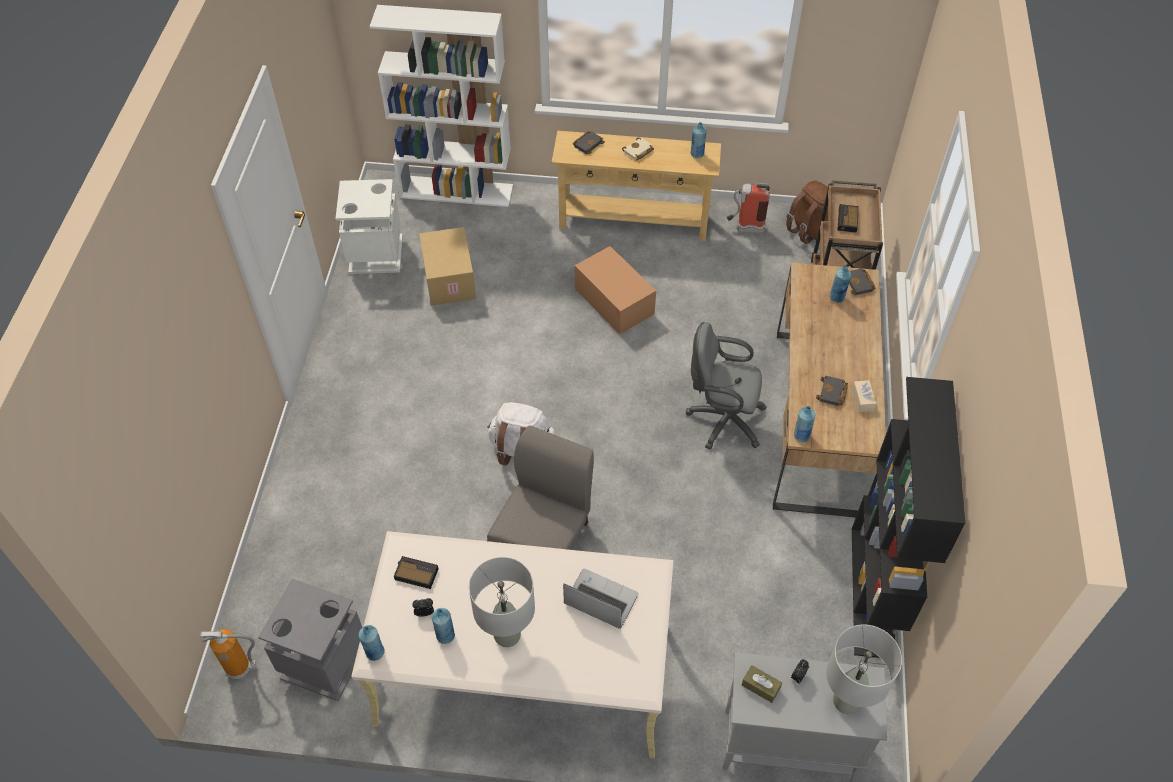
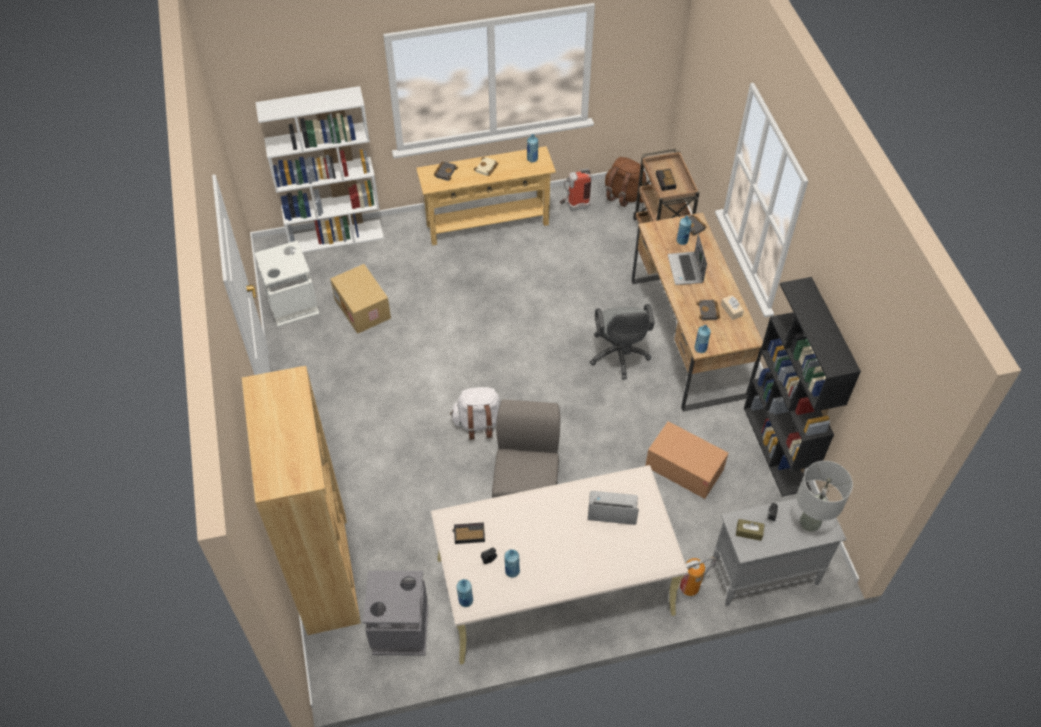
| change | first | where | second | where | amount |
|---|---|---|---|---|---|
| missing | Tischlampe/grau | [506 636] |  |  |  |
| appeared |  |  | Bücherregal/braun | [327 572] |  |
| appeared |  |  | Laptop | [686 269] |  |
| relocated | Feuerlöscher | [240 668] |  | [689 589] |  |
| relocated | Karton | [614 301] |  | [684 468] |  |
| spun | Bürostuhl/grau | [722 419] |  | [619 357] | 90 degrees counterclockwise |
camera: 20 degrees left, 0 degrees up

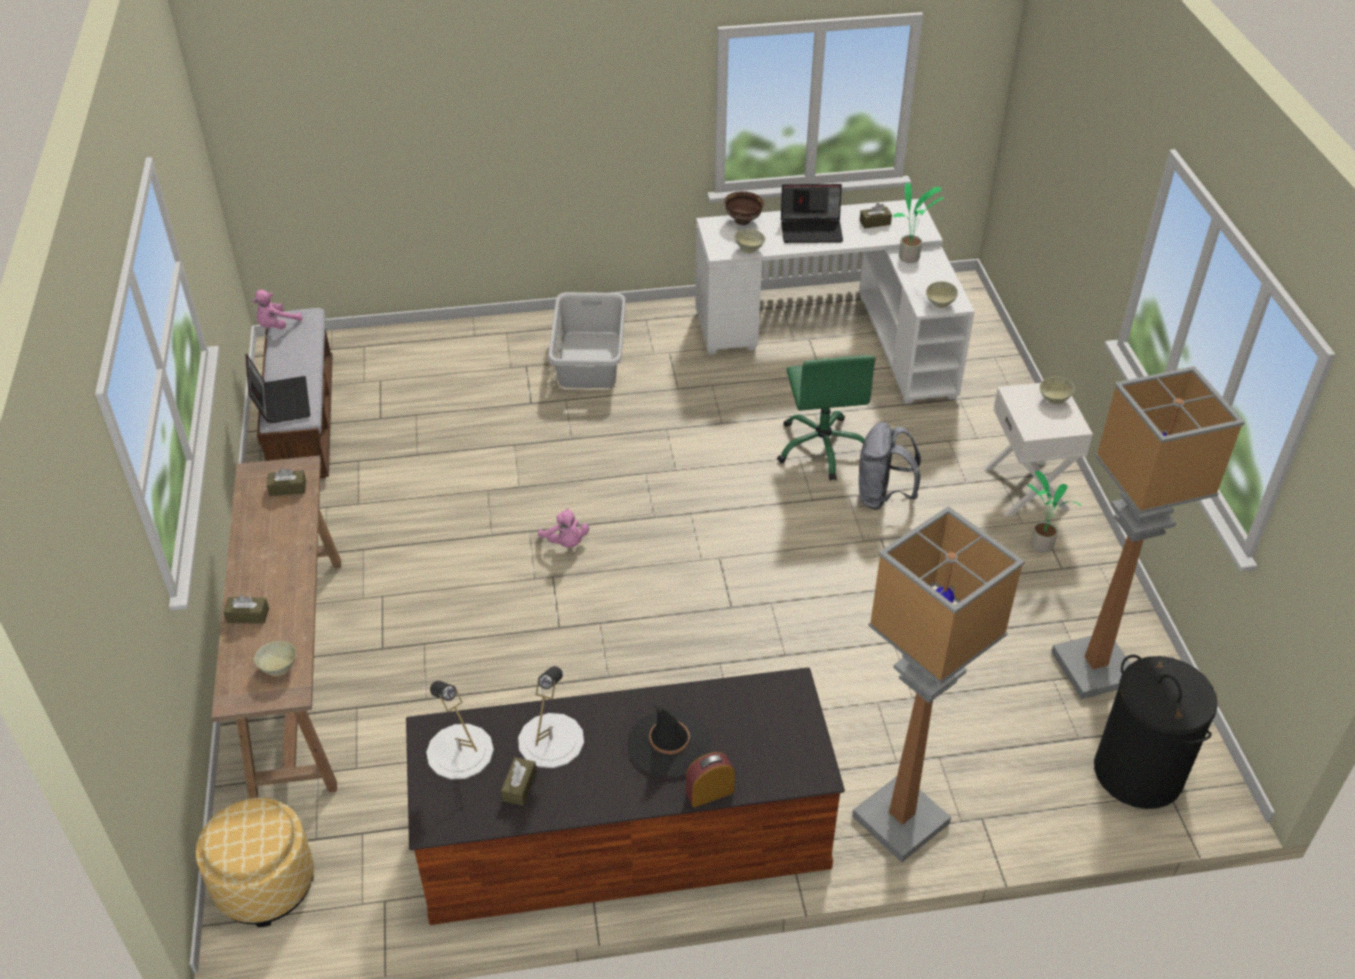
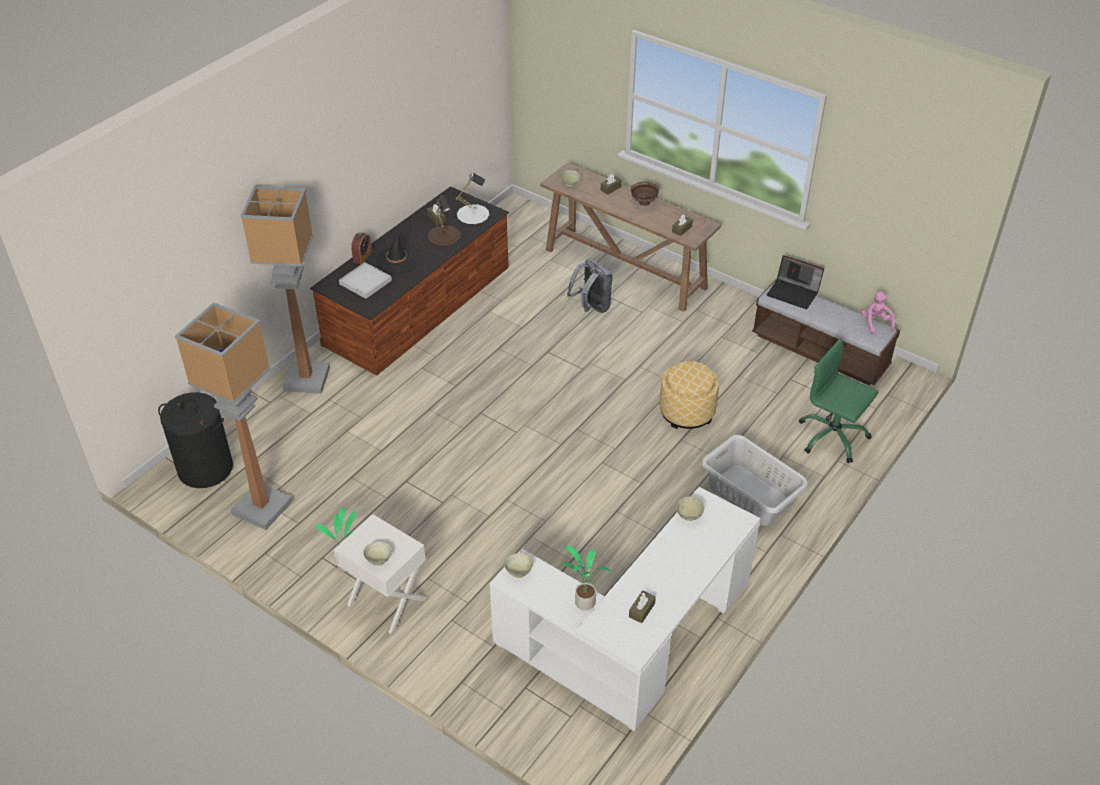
| change | first | where | second | where | amount |
|---|---|---|---|---|---|
| missing | Plüschtier/rosa | [565 543] |  |  |  |
| missing | Laptop | [812 229] |  |  |  |
| appeared |  |  | Tablett/weiß | [365 282] |  |
| relocated | Polsterhocker | [265 884] |  | [687 412] |  |
| relocated | Schüssel/braun | [743 221] |  | [644 203] |  |
| relocated | Bürostuhl/grün | [822 447] |  | [832 437] |  |
| relocated | Rucksack/grau | [883 496] |  | [591 307] |  |
| colour | Tischlampe/weiß | [551 740] | Tischlampe/braun | [444 236] |  |
camera: 135 degrees right, 0 degrees up

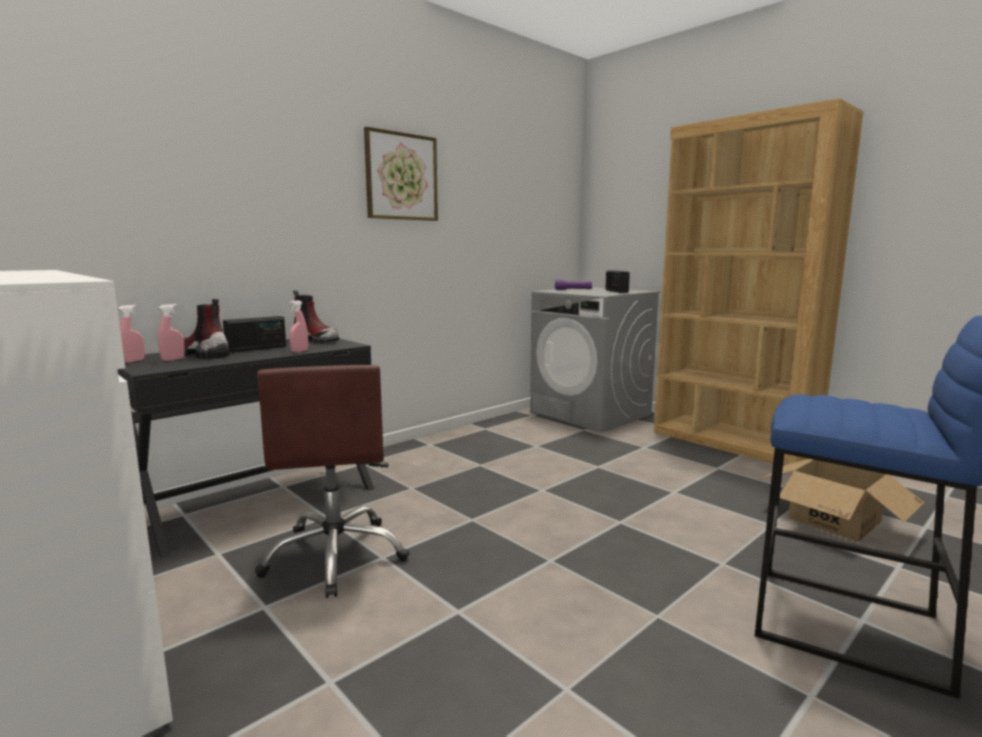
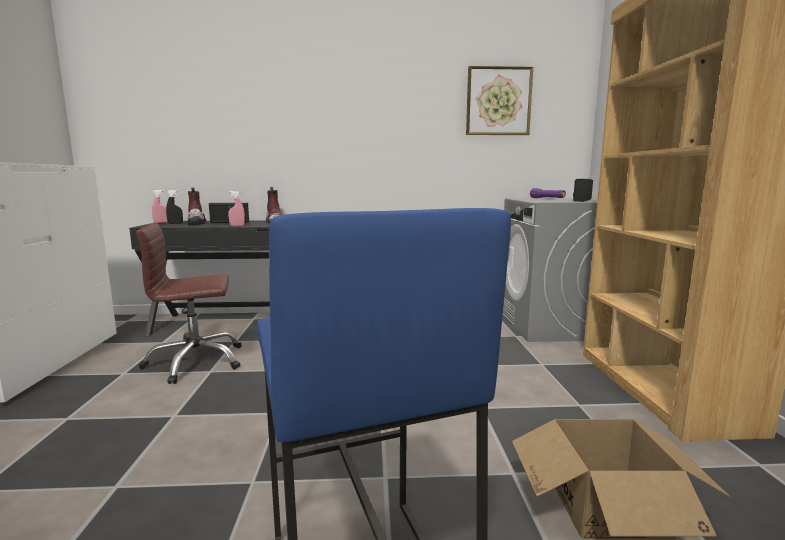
| change | first | where | second | where | amount |
|---|---|---|---|---|---|
| relocated | Bild | [401 177] |  | [498 101] |  |
| colour | Sprühflasche/rosa | [173 359] | Sprühflasche/schwarz | [175 223] |  |
| spun | Bürostuhl/braun | [336 556] |  | [195 362] | 45 degrees clockwise |
camera: 40 degrees right, 0 degrees up

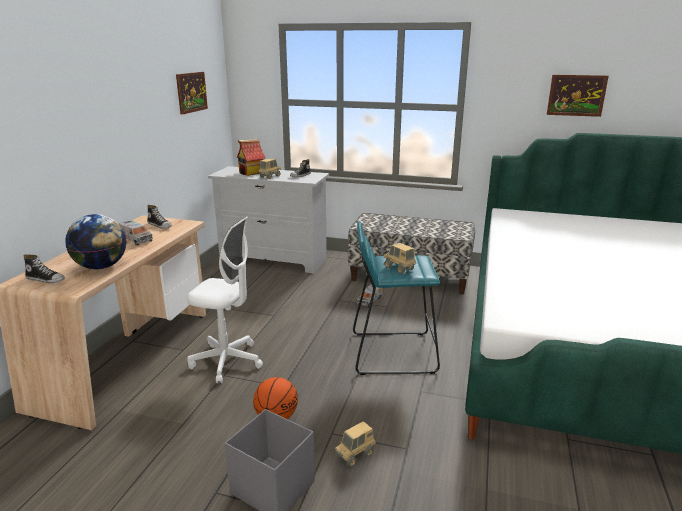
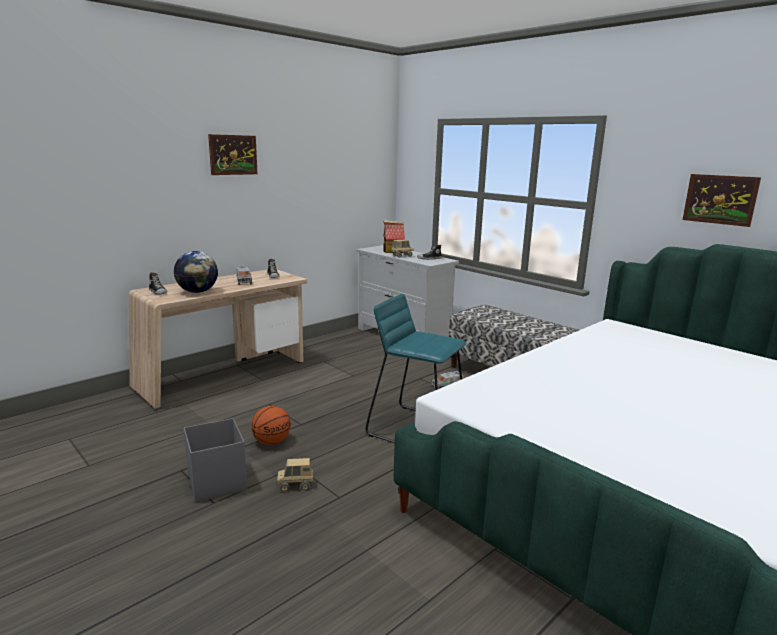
| change | first | where | second | where | amount |
|---|---|---|---|---|---|
| missing | Bürostuhl/weiß | [227 361] |  |  |  |
| missing | Spielzeuglaster | [399 268] |  |  |  |
| relocated | Bild | [191 92] |  | [233 155] |  |
camera: 30 degrees right, 5 degrees down

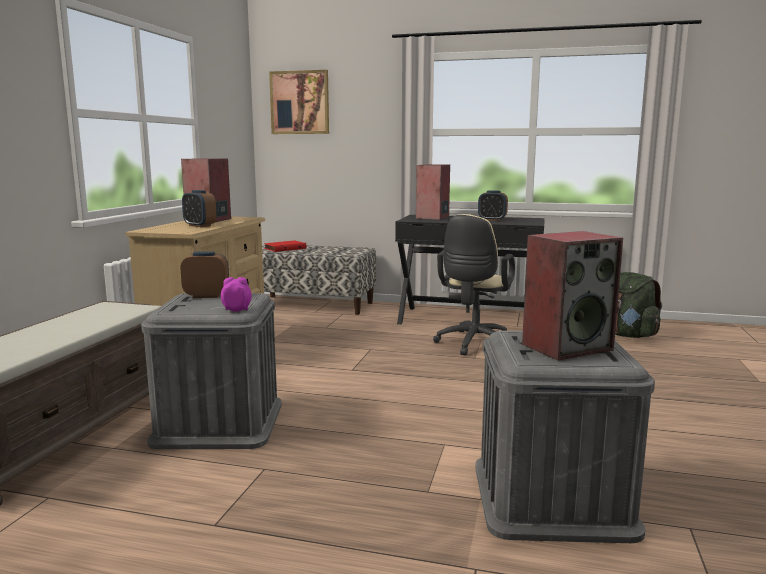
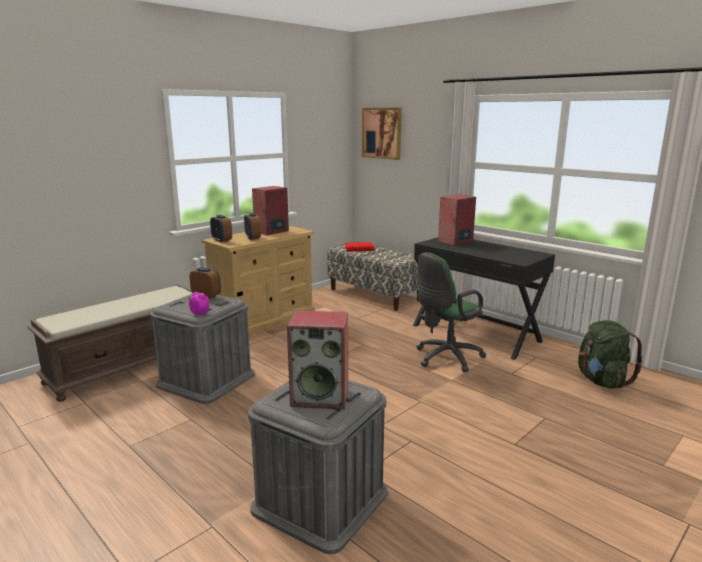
| change | first | where | second | where | amount |
|---|---|---|---|---|---|
| relocated | Wecker | [492 220] |  | [221 240] |  |
| colour | Bürostuhl/beige | [473 344] | Bürostuhl/grün | [445 358] |  |
camera: 30 degrees right, 5 degrees up

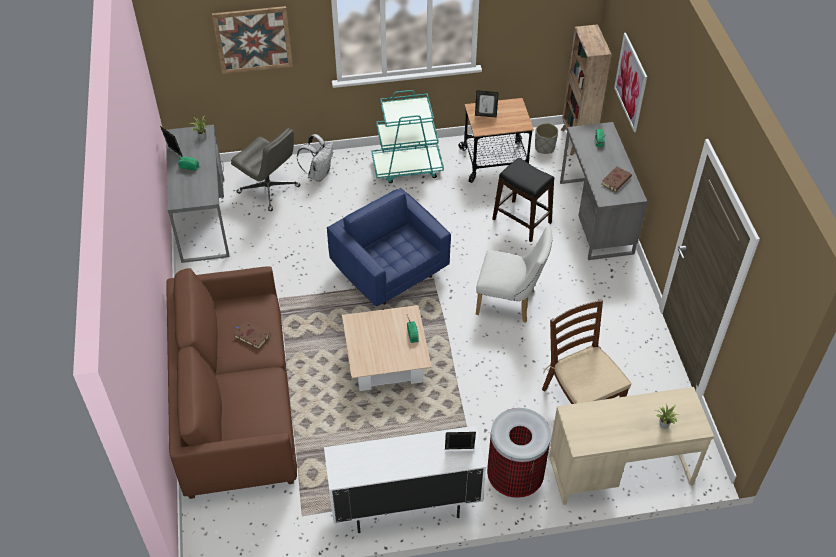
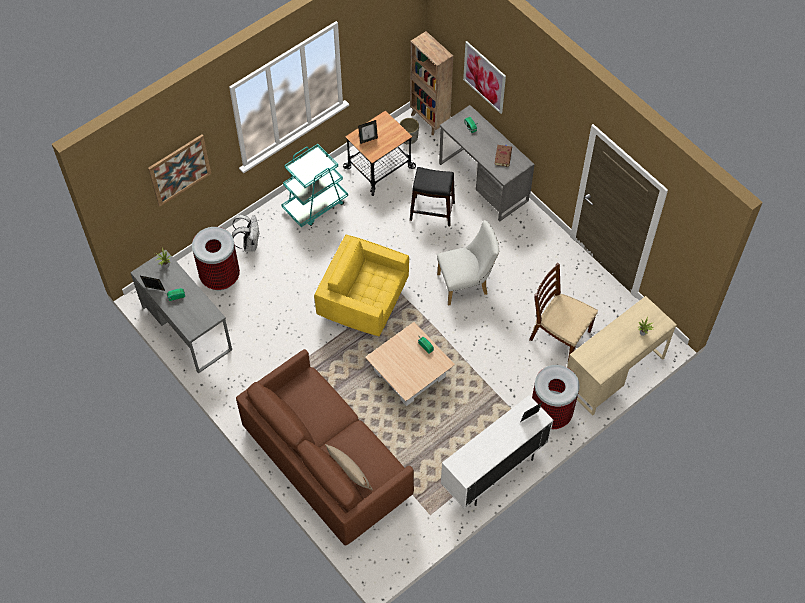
| change | first | where | second | where | amount |
|---|---|---|---|---|---|
| missing | Buch/braun | [251 336] |  |  |  |
| appeared |  |  | Kissen/beige | [349 472] |  |
| exchanged | Bürostuhl/grau | [269 190] | Mülleimer | [220 277] |  |
| colour | Sessel/blau | [390 271] | Sessel/gelb | [363 301] |  |
camera: 30 degrees left, 10 degrees up

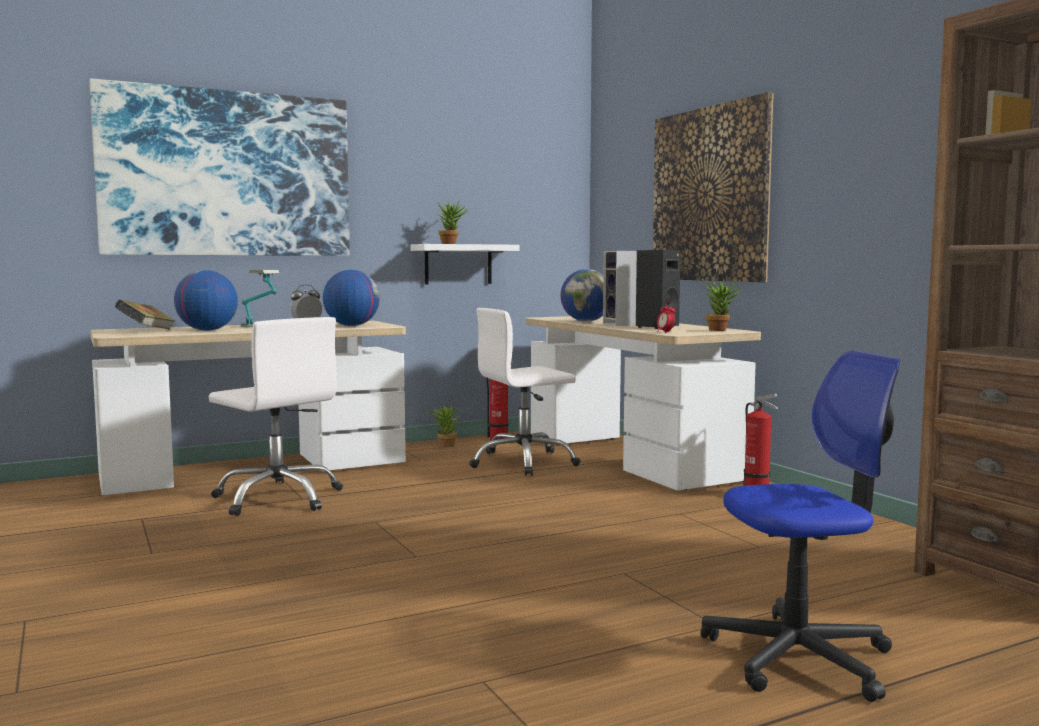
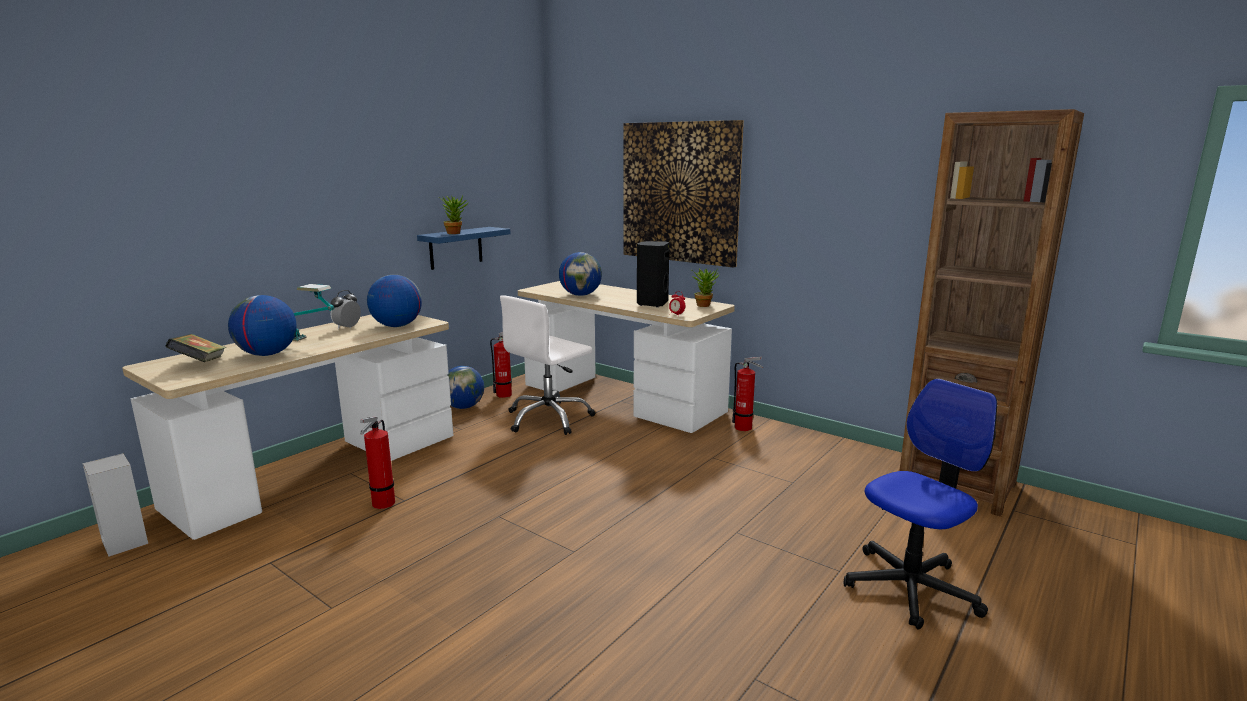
| change | first | where | second | where | amount |
|---|---|---|---|---|---|
| missing | Bild | [227 174] |  |  |  |
| relocated | Lautsprecher | [623 324] |  | [126 543] |  |
| exchanged | Bürostuhl/weiß | [278 498] | Feuerlöscher | [381 504] |  |
| exchanged | Topfpflanze | [444 445] | Globus | [464 407] |  |
| colour | Wandregal/weiß | [458 264] | Wandregal/blau | [456 248] |  |
camera: 25 degrees left, 10 degrees up

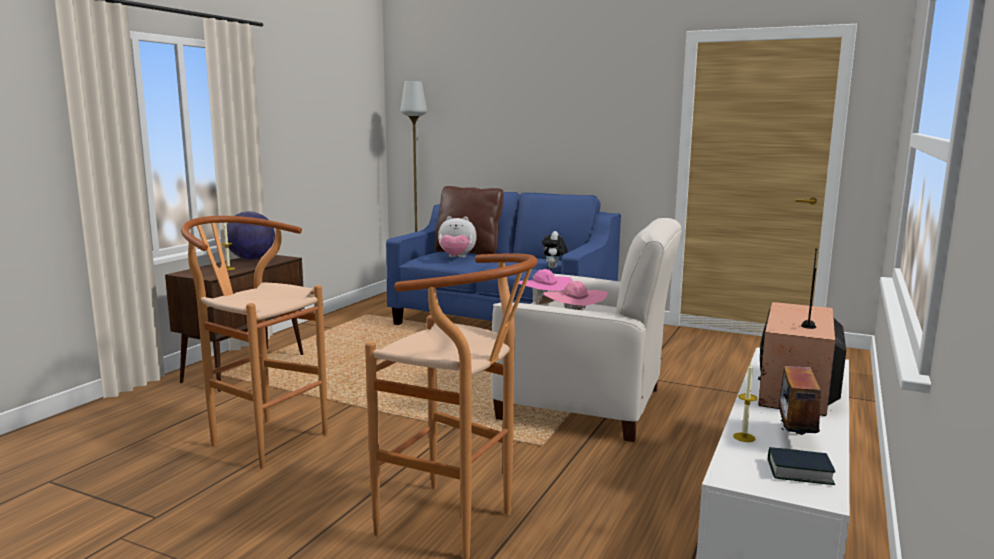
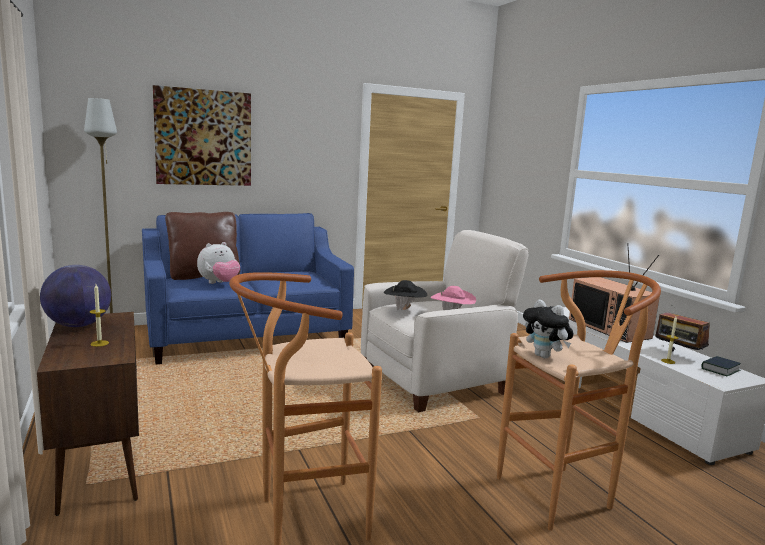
| change | first | where | second | where | amount |
|---|---|---|---|---|---|
| appeared |  |  | Bild | [204 138] |  |
| relocated | Plüschtier | [554 268] |  | [545 356] |  |
| colour | Hut/rosa | [544 305] | Hut/schwarz | [404 310] |  |
camera: 50 degrees left, 0 degrees up

